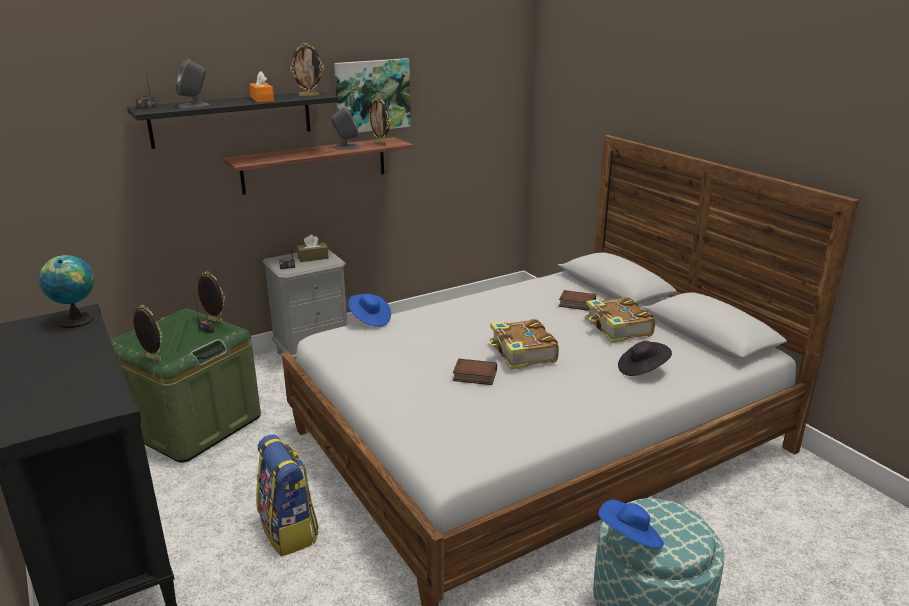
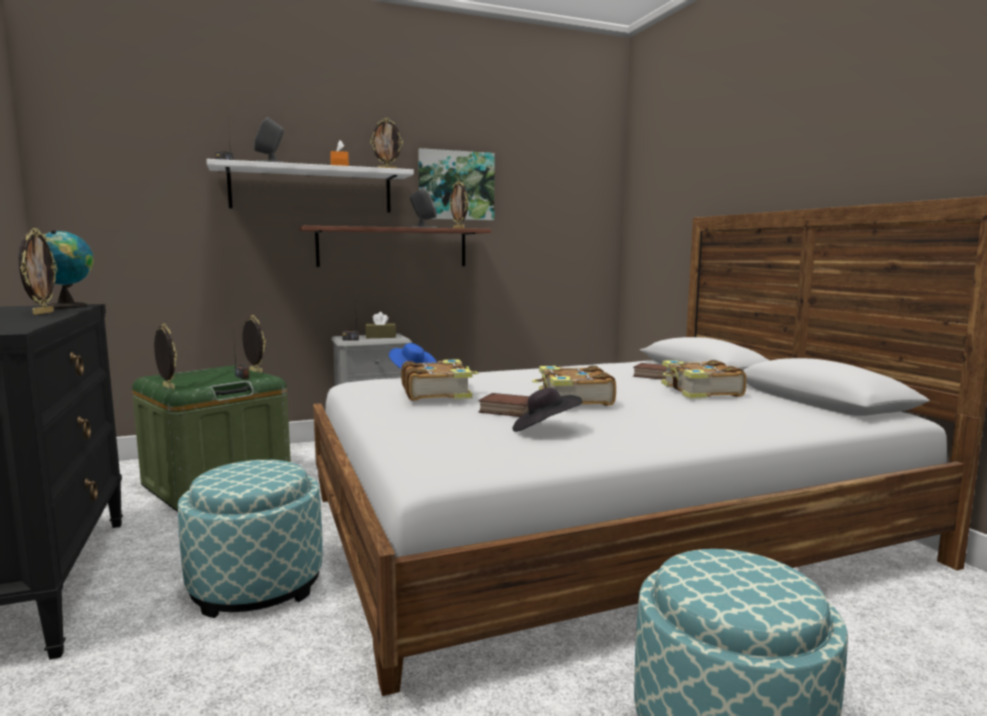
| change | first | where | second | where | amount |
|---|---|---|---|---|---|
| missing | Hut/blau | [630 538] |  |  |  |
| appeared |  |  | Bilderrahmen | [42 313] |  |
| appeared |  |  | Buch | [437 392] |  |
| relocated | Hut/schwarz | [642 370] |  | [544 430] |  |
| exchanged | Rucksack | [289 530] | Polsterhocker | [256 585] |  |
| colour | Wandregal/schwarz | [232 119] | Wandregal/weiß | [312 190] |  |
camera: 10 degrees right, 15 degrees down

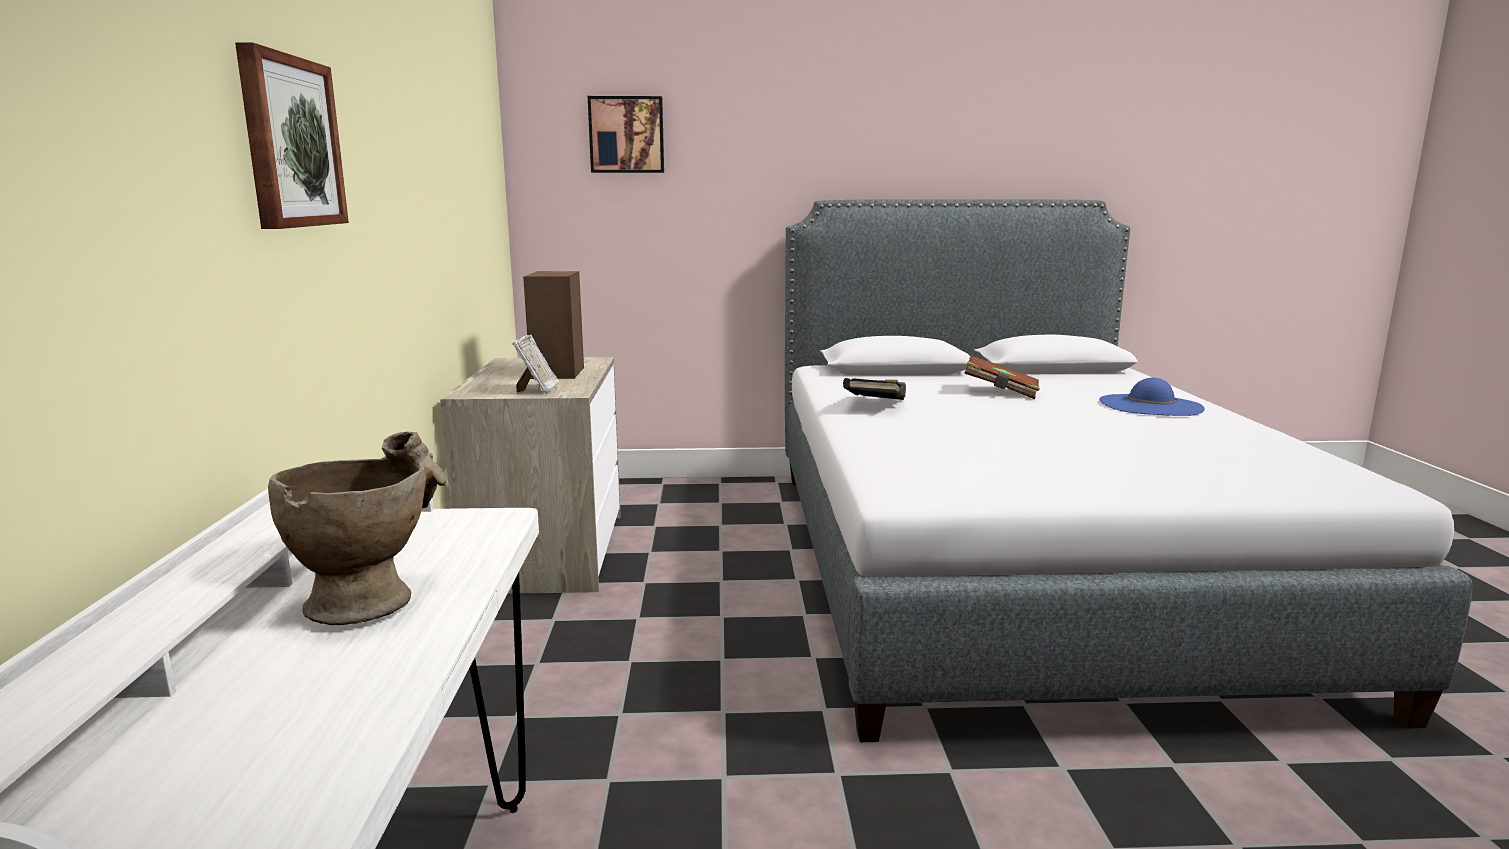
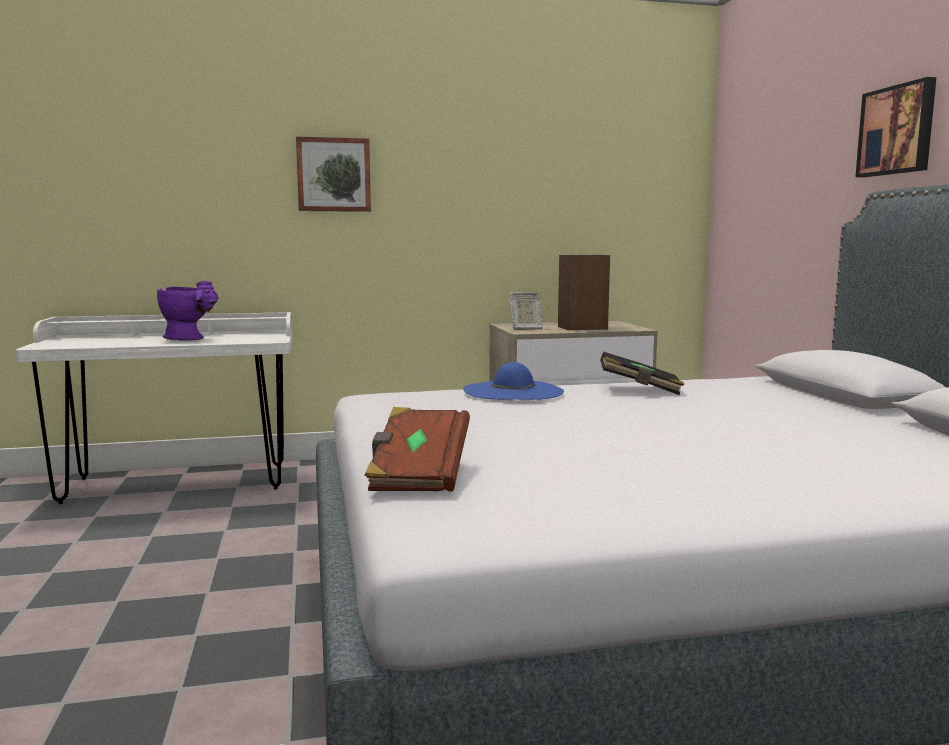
| change | first | where | second | where | amount |
|---|---|---|---|---|---|
| relocated | Bild | [626 135] |  | [897 130] |  |
| relocated | Buch/braun | [1001 392] |  | [418 474] |  |
| relocated | Hut/blau | [1150 405] |  | [513 391] |  |
| colour | Vase/beige | [372 598] | Vase/lila | [190 339] |  |
camera: 80 degrees right, 5 degrees down

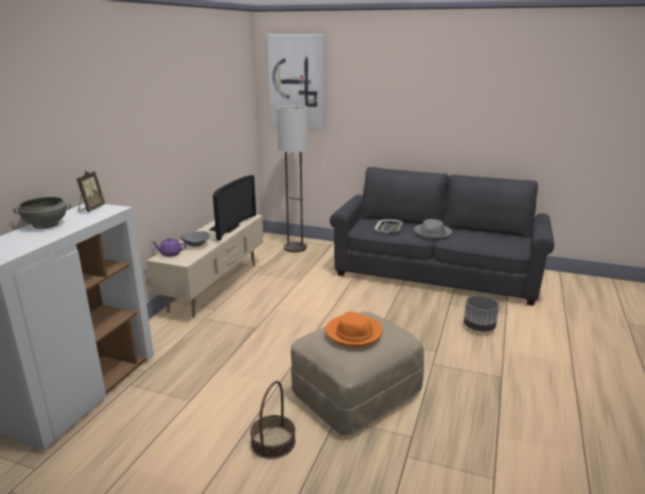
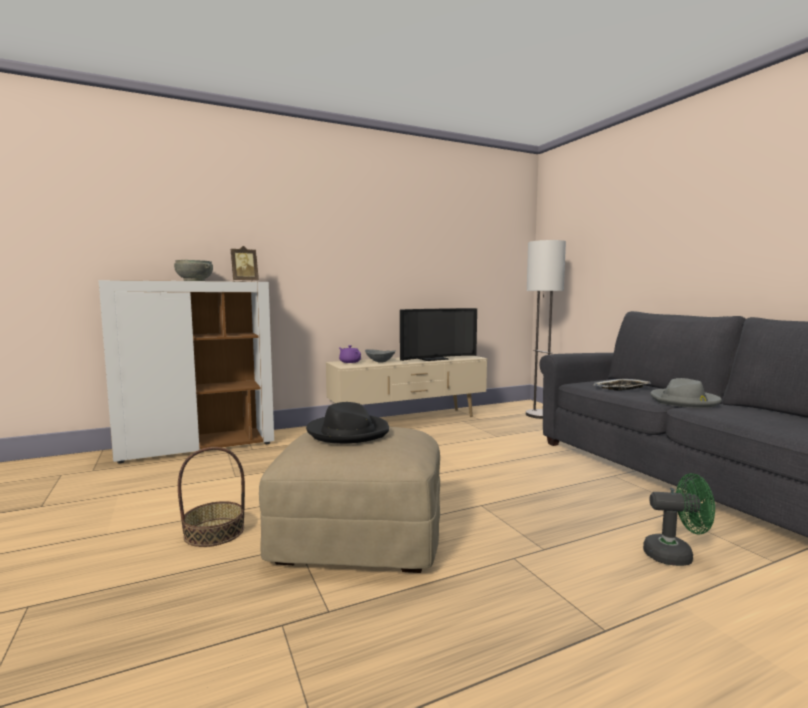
| change | first | where | second | where | amount |
|---|---|---|---|---|---|
| missing | Bild | [297 82] |  |  |  |
| exchanged | Pflanzkübel/grau | [478 327] | Ventilator/grün | [675 555] |  |
| colour | Hut/orange | [353 333] | Hut/schwarz | [348 432] |  |
camera: 45 degrees right, 15 degrees down

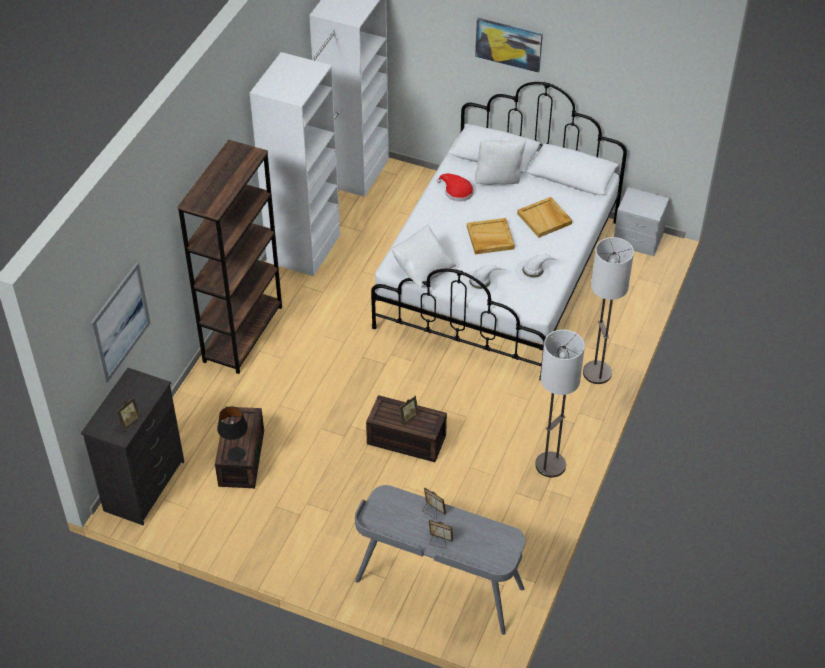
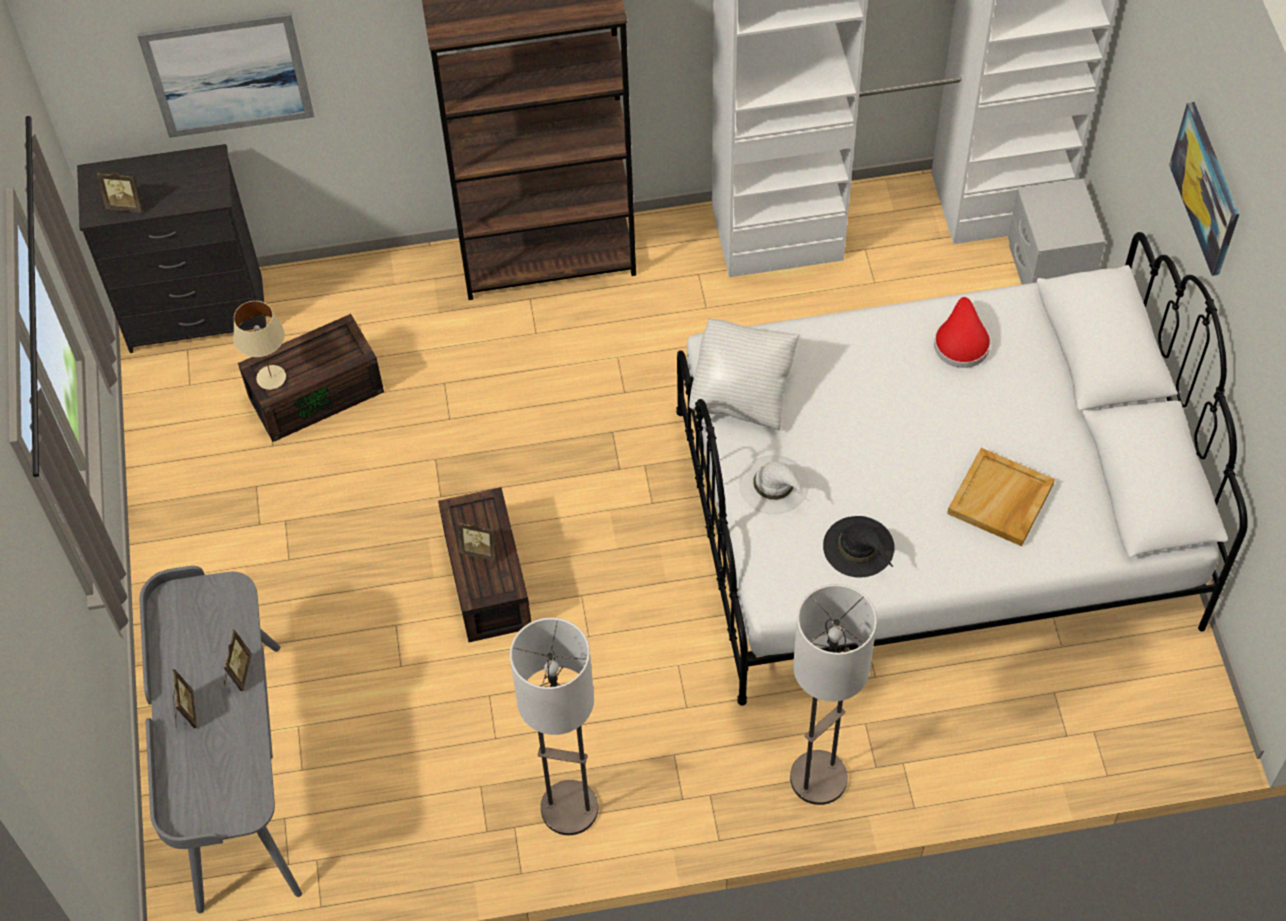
| change | first | where | second | where | amount |
|---|---|---|---|---|---|
| missing | Tablett/beige | [490 238] |  |  |  |
| missing | Kissen/weiß | [498 180] |  |  |  |
| relocated | Nachttisch/grau | [637 240] |  | [1048 272] |  |
| colour | Tischlampe/schwarz | [236 454] | Tischlampe/beige | [271 378] |  |
| colour | Hut/weiß | [533 271] | Hut/schwarz | [859 547] |  |
camera: 60 degrees right, 10 degrees up

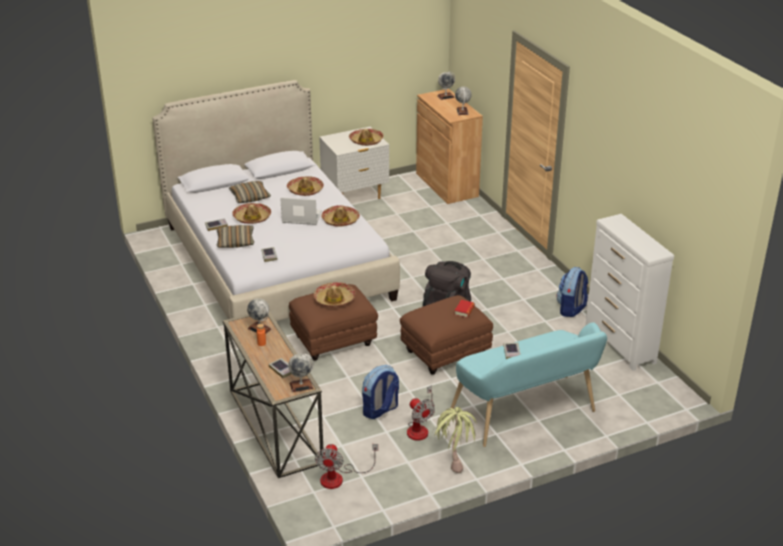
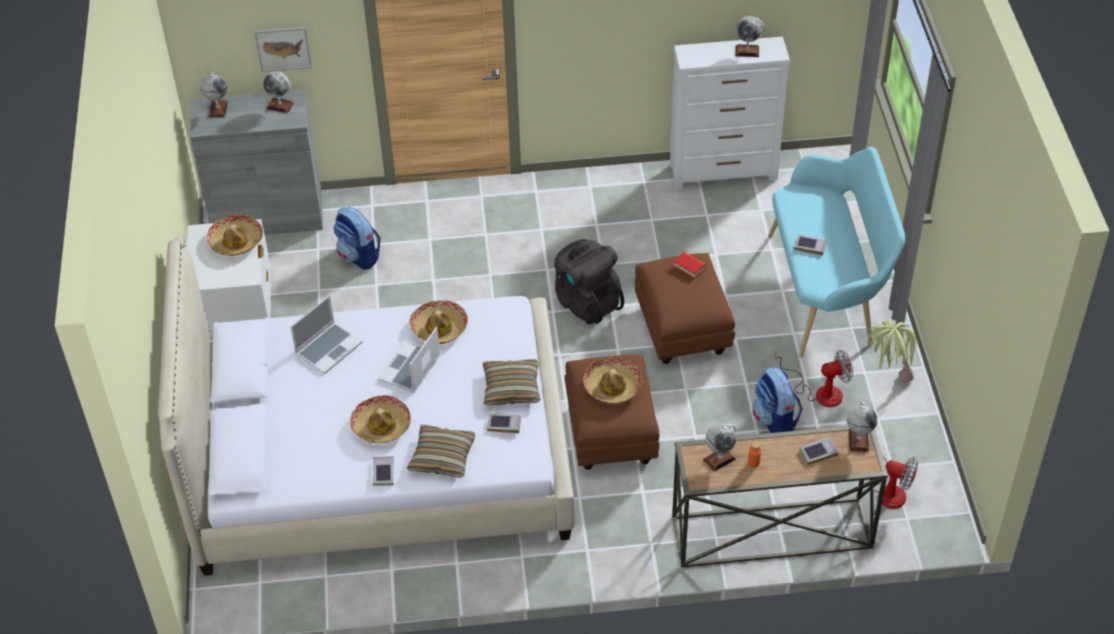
| change | first | where | second | where | amount |
|---|---|---|---|---|---|
| appeared |  |  | Bild | [283 48] |  |
| appeared |  |  | Globus | [747 51] |  |
| relocated | Kissen | [250 197] |  | [511 388] |  |
| relocated | Rucksack | [571 309] |  | [359 256] |  |
| exchanged | Hut | [305 190] | Laptop | [328 348] |  |
| colour | Schrank/braun | [447 185] | Schrank/grau | [267 215] |  |
camera: 70 degrees left, 15 degrees up

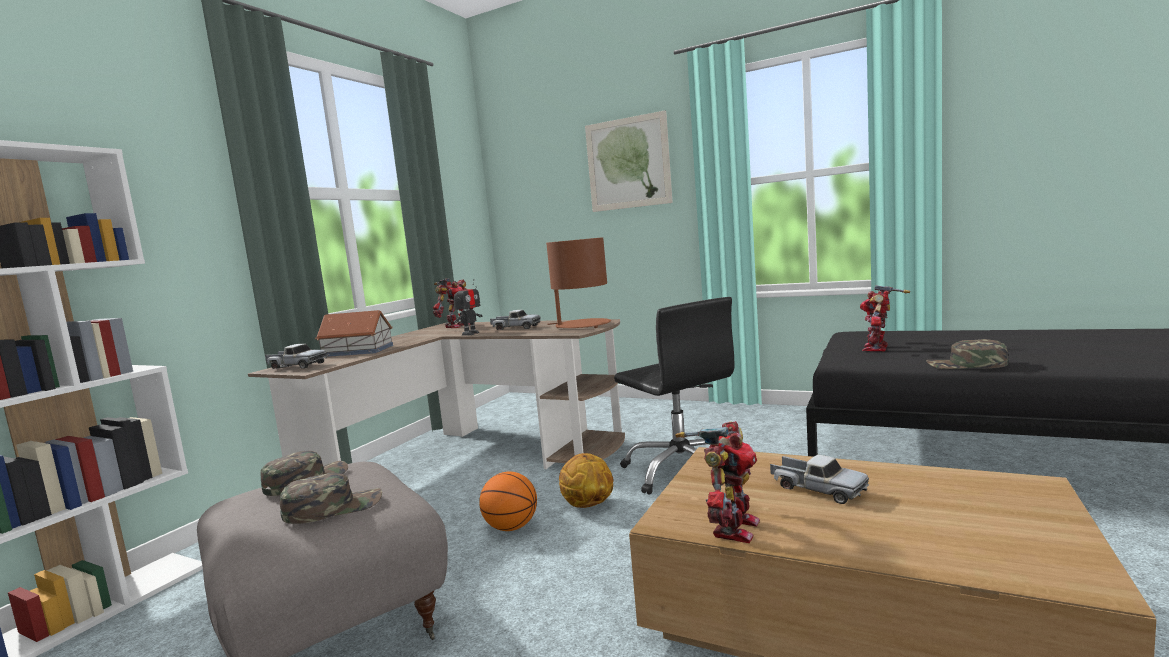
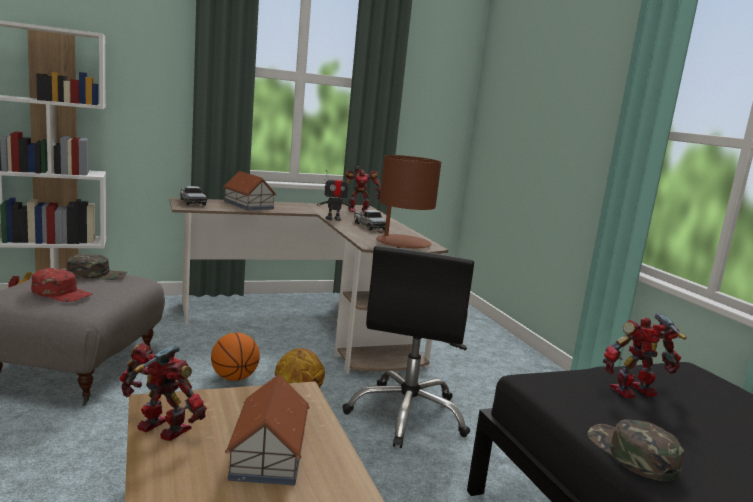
| change | first | where | second | where | amount |
|---|---|---|---|---|---|
| missing | Bild | [628 163] |  |  |  |
| exchanged | Spielzeuglaster | [817 489] | Spielzeughaus | [269 453] |  |
| colour | Kappe/grün | [333 507] | Kappe/rot | [62 293] |  |
| spun | Spielzeugroboter | [731 528] |  | [161 430] | 135 degrees counterclockwise |
camera: 40 degrees right, 5 degrees up

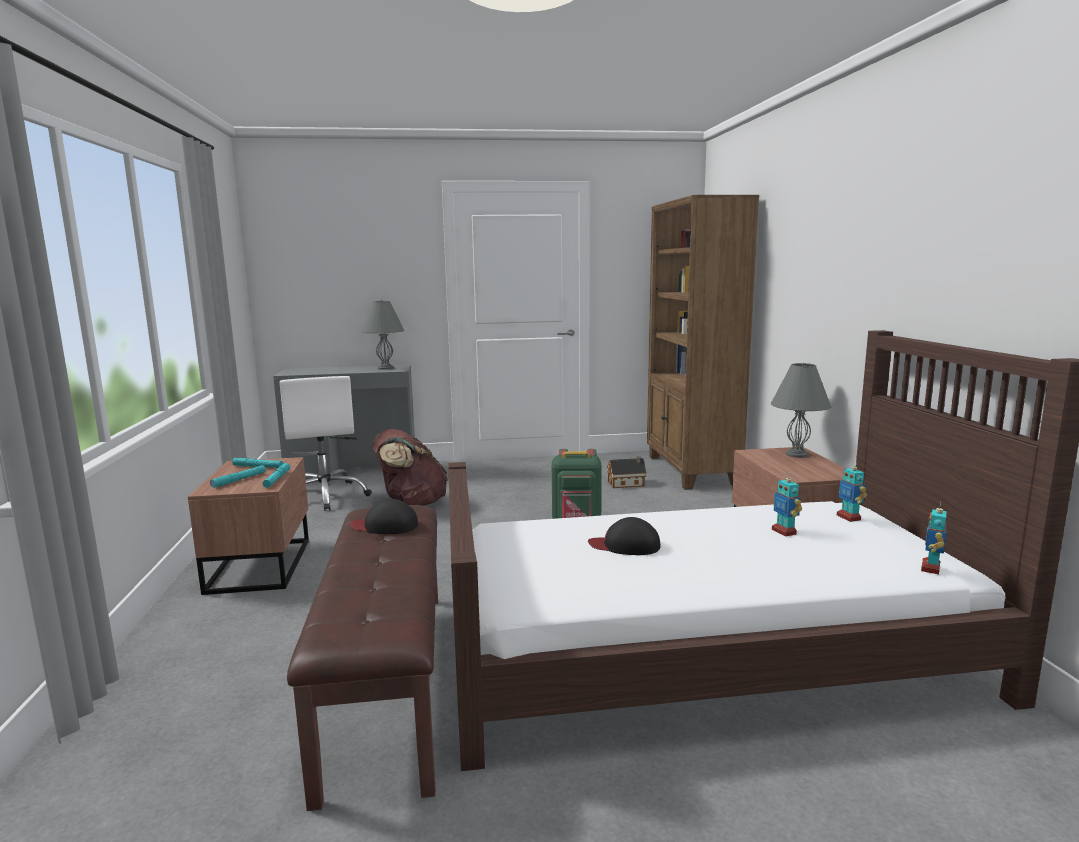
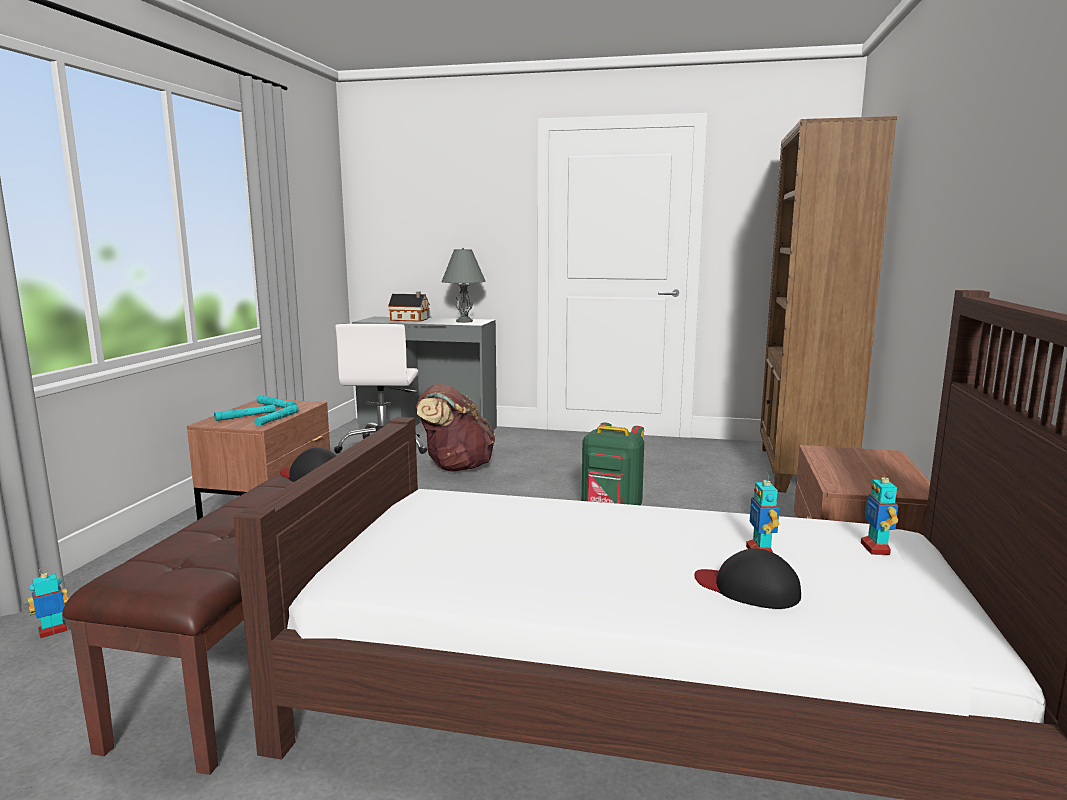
| change | first | where | second | where | amount |
|---|---|---|---|---|---|
| missing | Tischlampe/grau | [796 454] |  |  |  |
| relocated | Kappe/schwarz | [625 545] |  | [748 589] |  |
| relocated | Spielzeughaus | [627 484] |  | [410 320] |  |
| relocated | Spielzeugroboter | [931 568] |  | [53 631] |  |
camera: 20 degrees right, 0 degrees up

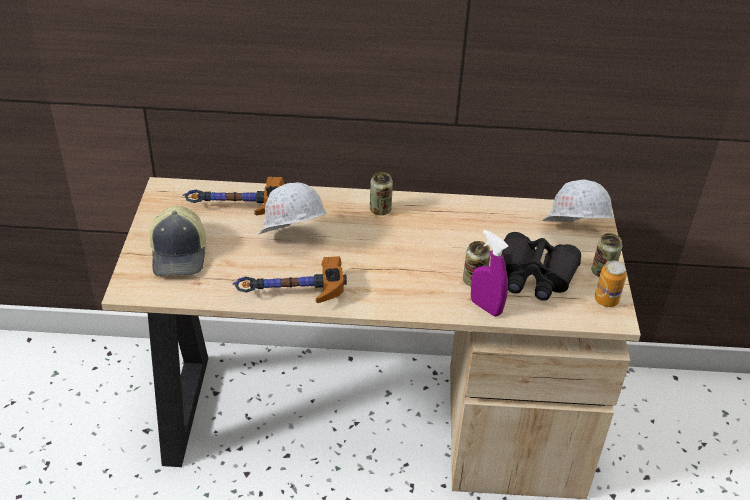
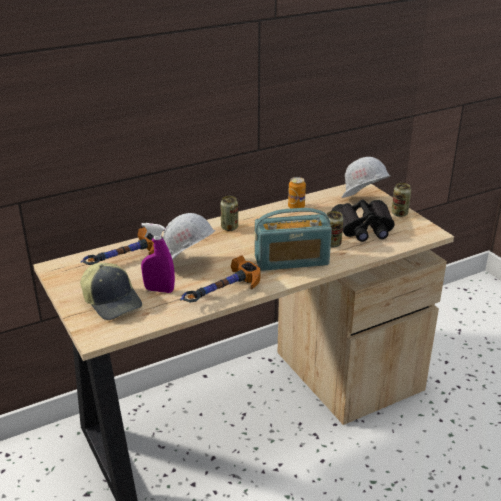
| change | first | where | second | where | amount |
|---|---|---|---|---|---|
| appeared |  |  | Radio | [291 260] |  |
| relocated | Sprühflasche/lila | [486 307] |  | [159 290] |  |
| relocated | Dose | [606 300] |  | [296 207] |  |
camera: 30 degrees left, 10 degrees down

